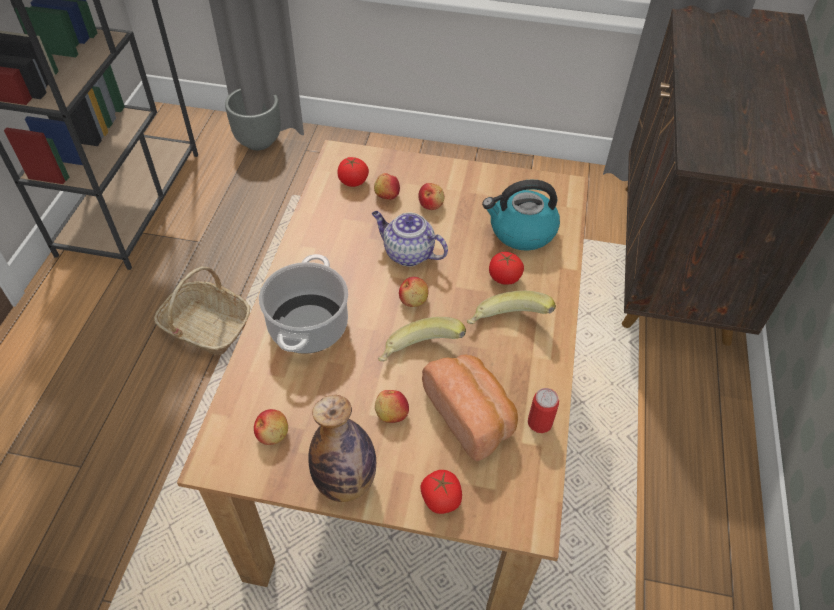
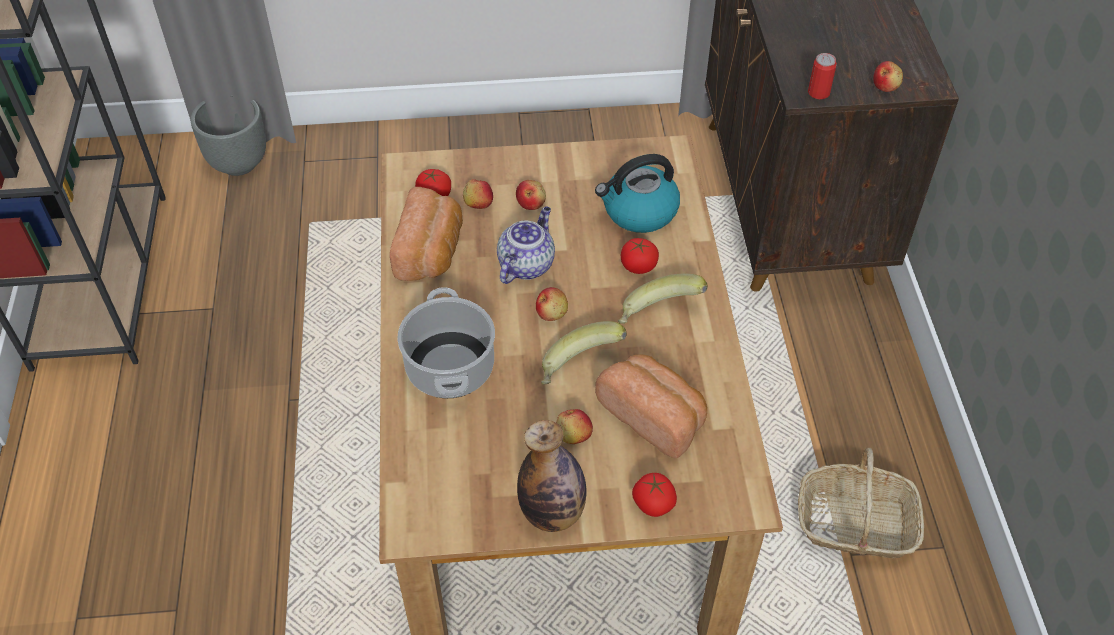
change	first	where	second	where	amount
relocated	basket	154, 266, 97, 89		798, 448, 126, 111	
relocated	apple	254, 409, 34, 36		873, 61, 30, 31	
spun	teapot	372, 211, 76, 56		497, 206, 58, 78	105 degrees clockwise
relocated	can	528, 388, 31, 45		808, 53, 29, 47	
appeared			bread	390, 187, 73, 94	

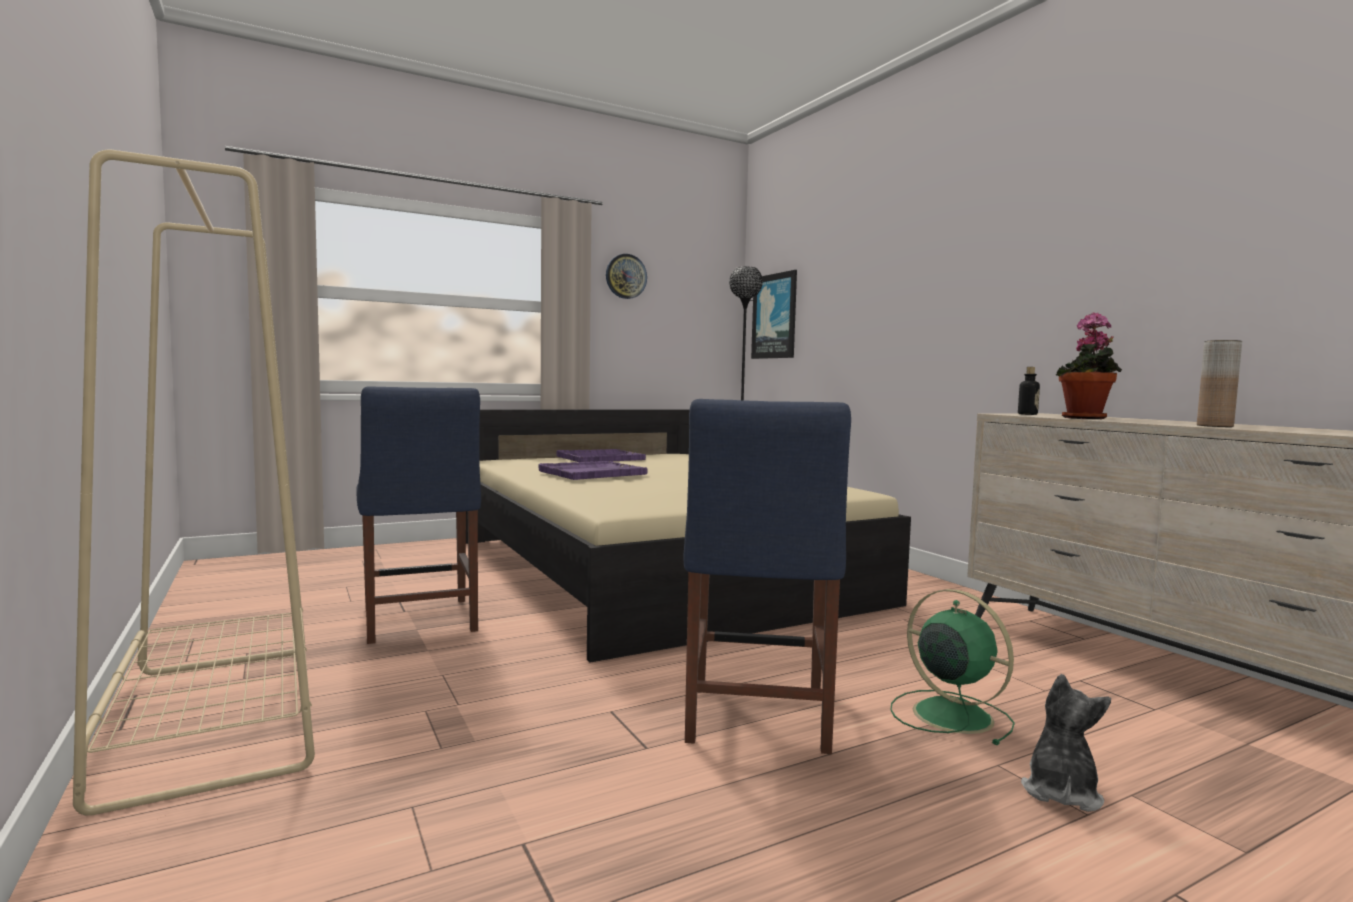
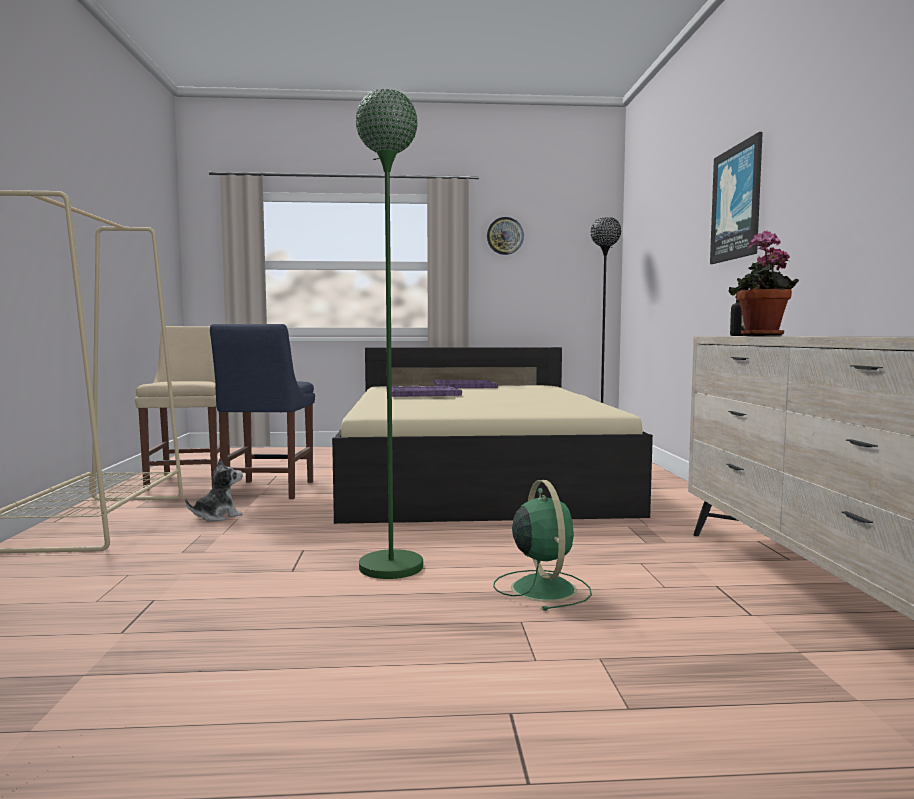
change	first	where	second	where	amount
exchanged	blue chair	683, 399, 168, 355	green floor lamp	356, 89, 67, 490	
relocated	picture	751, 270, 46, 89		710, 132, 53, 132	
relocated	plush toy	1021, 674, 90, 138		185, 458, 58, 64	
missing	brown vase	1197, 340, 45, 87			
appeared			beige chair	135, 326, 95, 165	

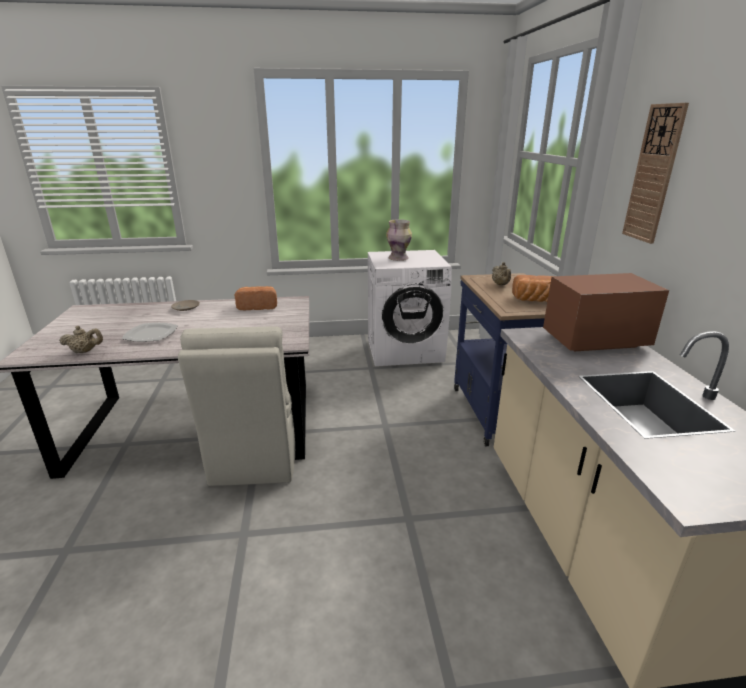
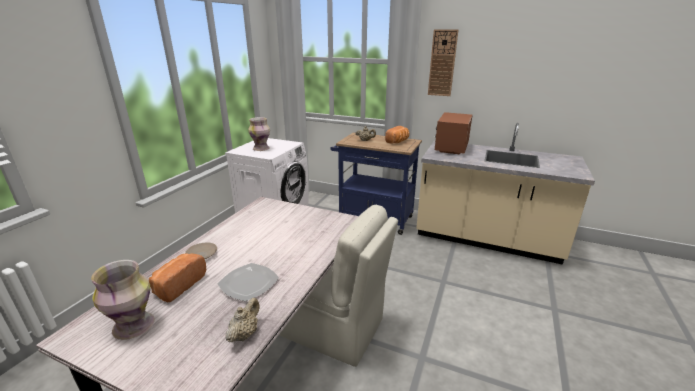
change	first	where	second	where	amount
relocated	bread	235, 286, 42, 24		149, 253, 57, 49	
appeared			vase	91, 260, 64, 80	

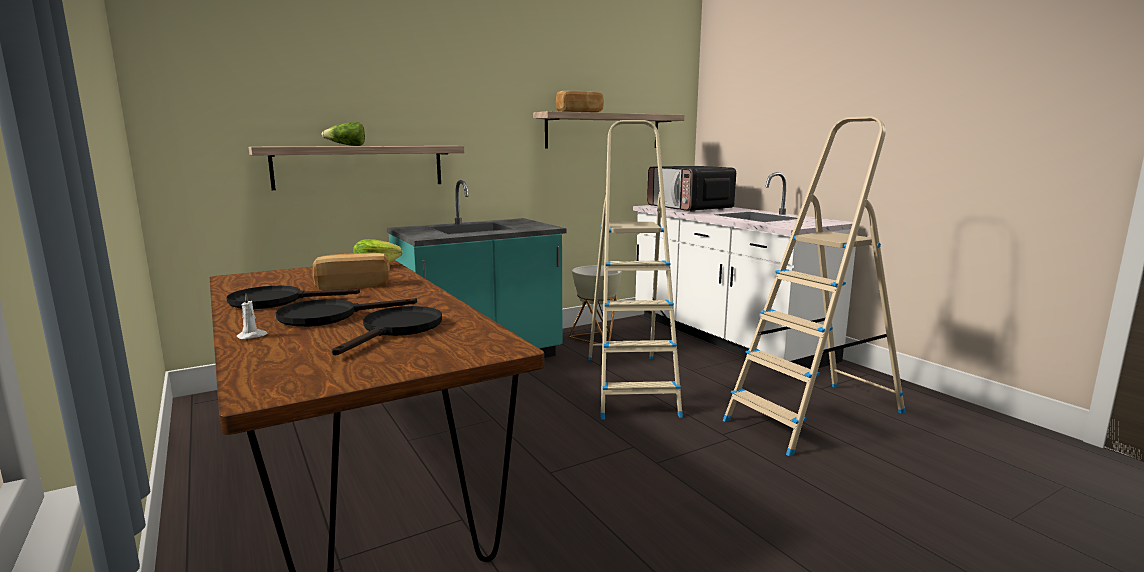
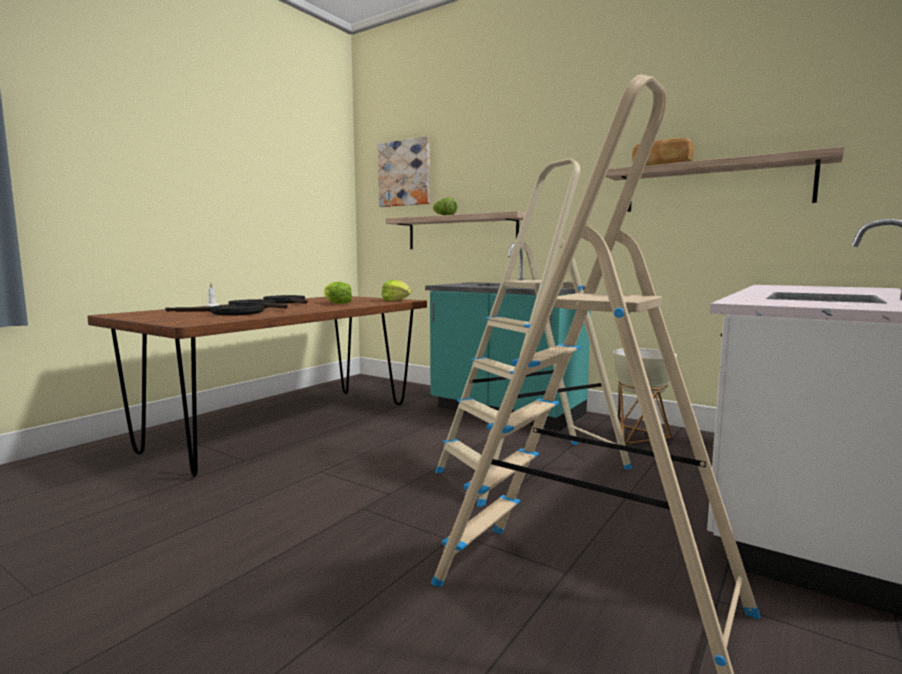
change	first	where	second	where	amount
exchanged	bread	313, 253, 77, 37	lettuce	324, 282, 28, 22	
missing	microwave	647, 166, 89, 46			
appeared			picture	378, 136, 52, 71	

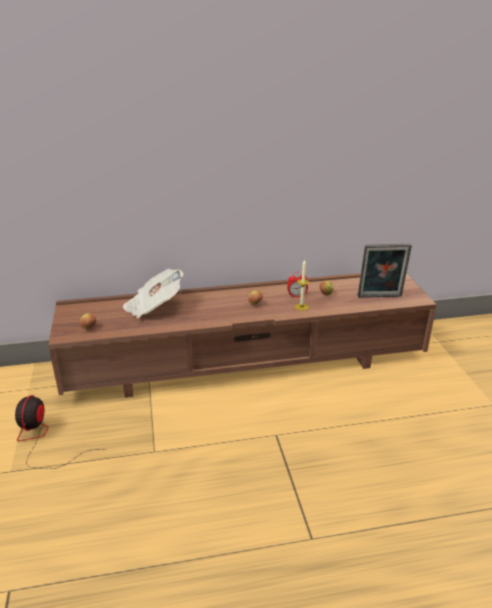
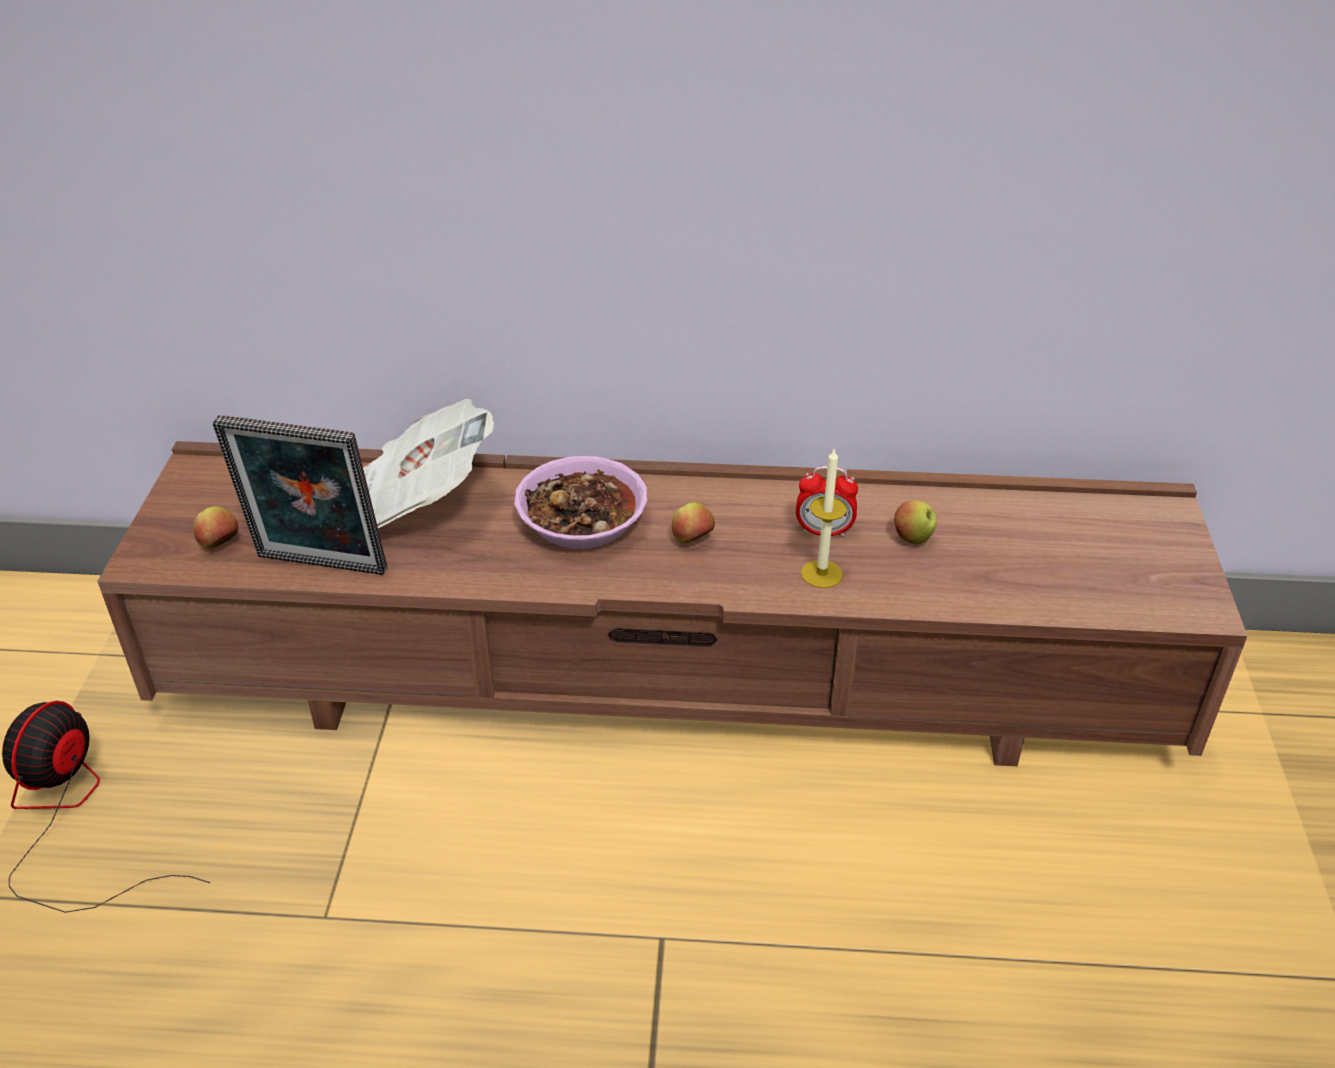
change	first	where	second	where	amount
relocated	picture frame	358, 244, 54, 54		212, 415, 175, 160	
appeared			bowl	514, 456, 133, 93	

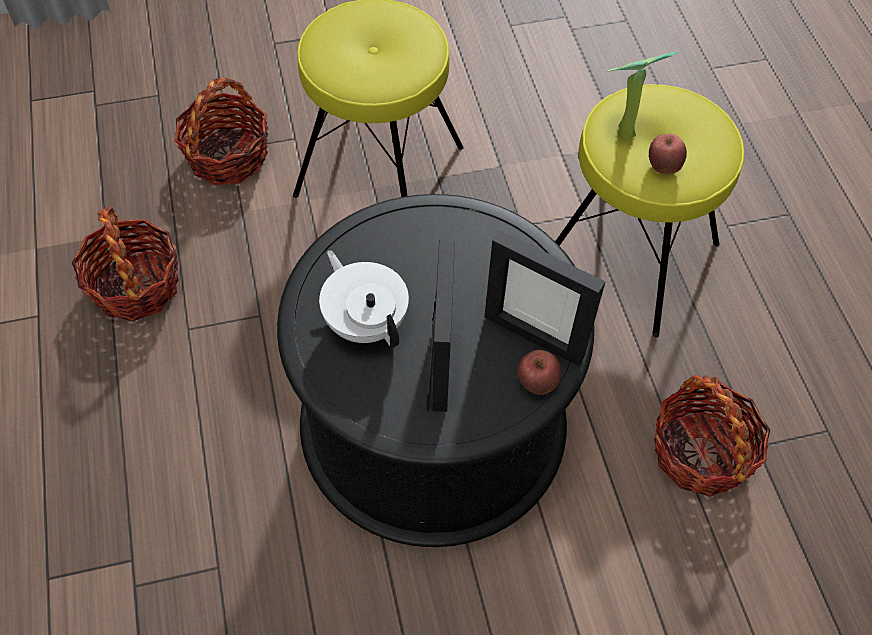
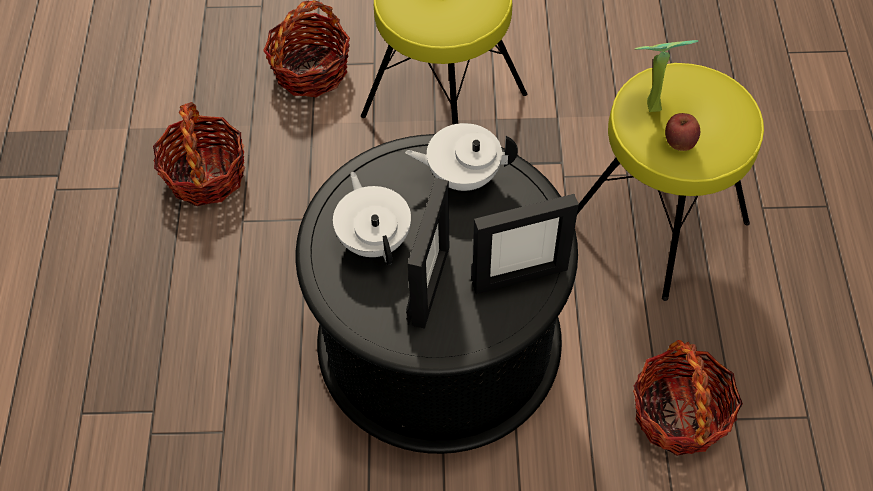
change	first	where	second	where	amount
spun	picture frame	485, 230, 120, 136		471, 194, 108, 100	60 degrees counterclockwise
missing	apple	518, 350, 44, 45			
appeared			white teapot	405, 123, 113, 68	

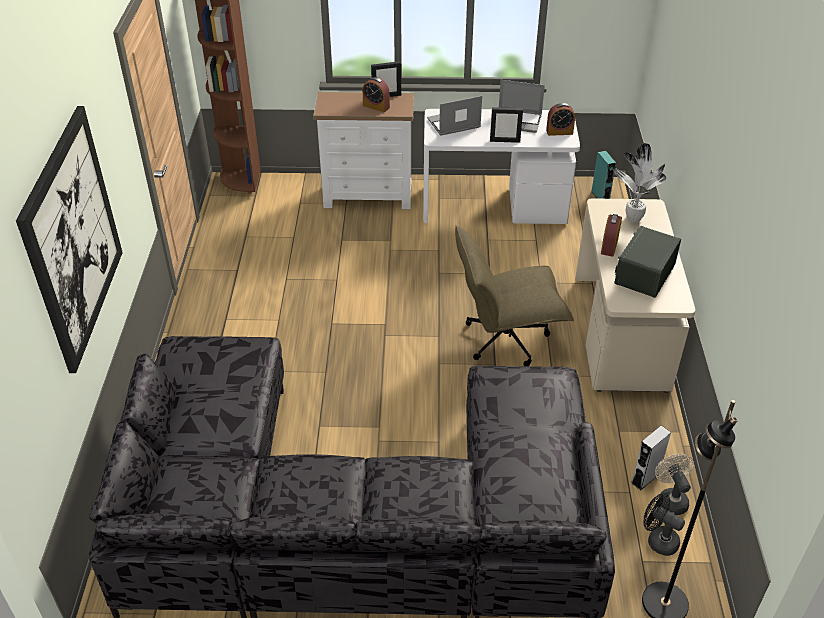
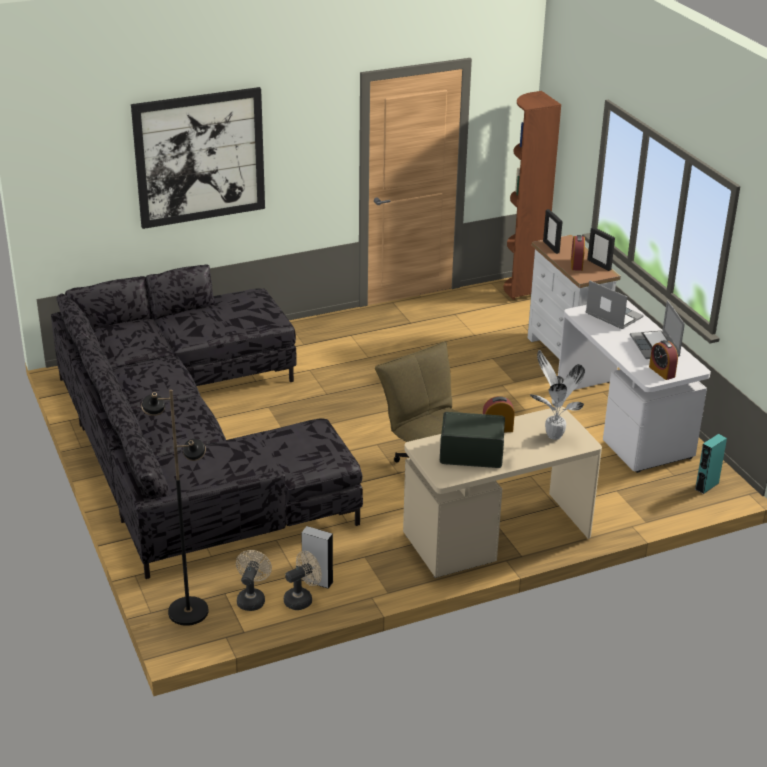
change	first	where	second	where	amount
relocated	picture frame	490, 107, 33, 36		543, 209, 20, 45	
colour	black fan	643, 493, 42, 63	beige fan	236, 550, 36, 61	

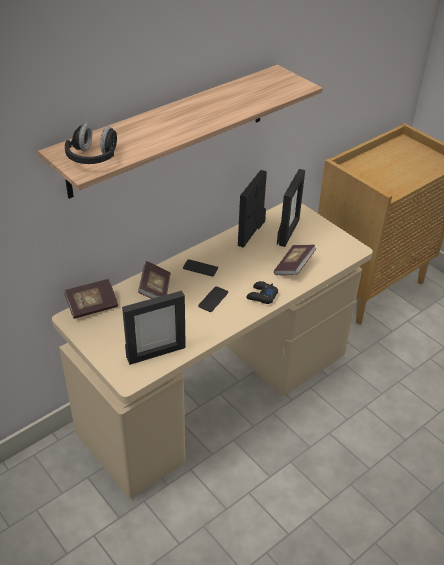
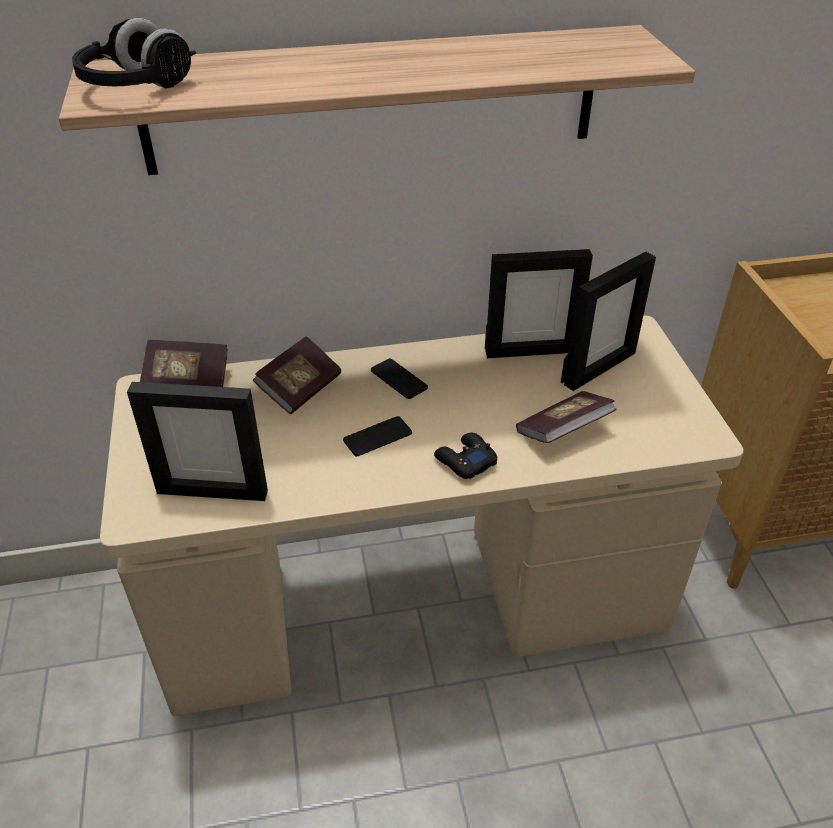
change	first	where	second	where	amount
spun	picture frame	238, 170, 29, 78		485, 249, 108, 109	150 degrees counterclockwise

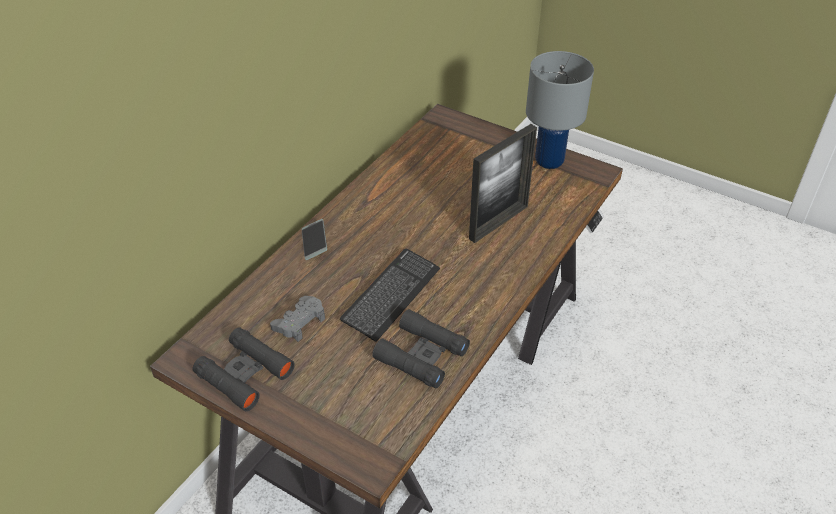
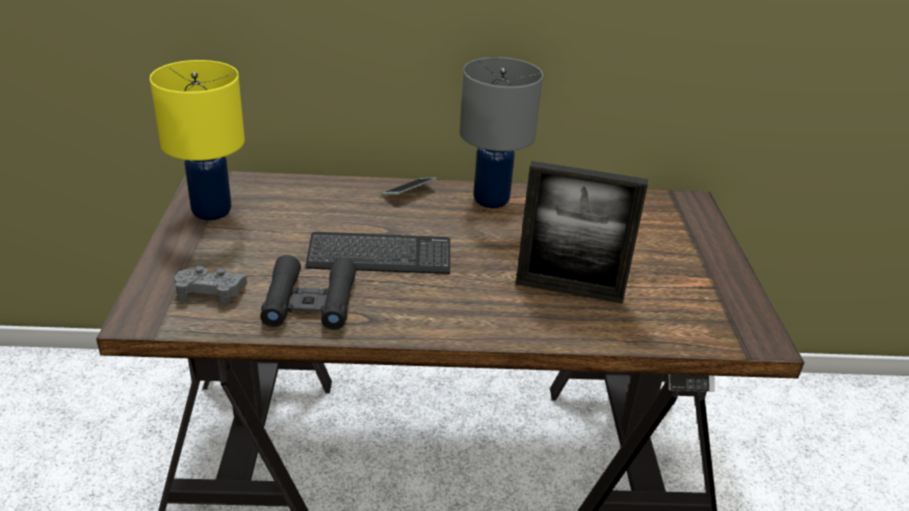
change	first	where	second	where	amount
exchanged	black binoculars	192, 327, 103, 84	yellow table lamp	150, 60, 95, 160	
relocated	grey game controller	270, 296, 55, 46		175, 266, 72, 40	
relocated	grey table lamp	526, 51, 68, 118		459, 57, 84, 151	

